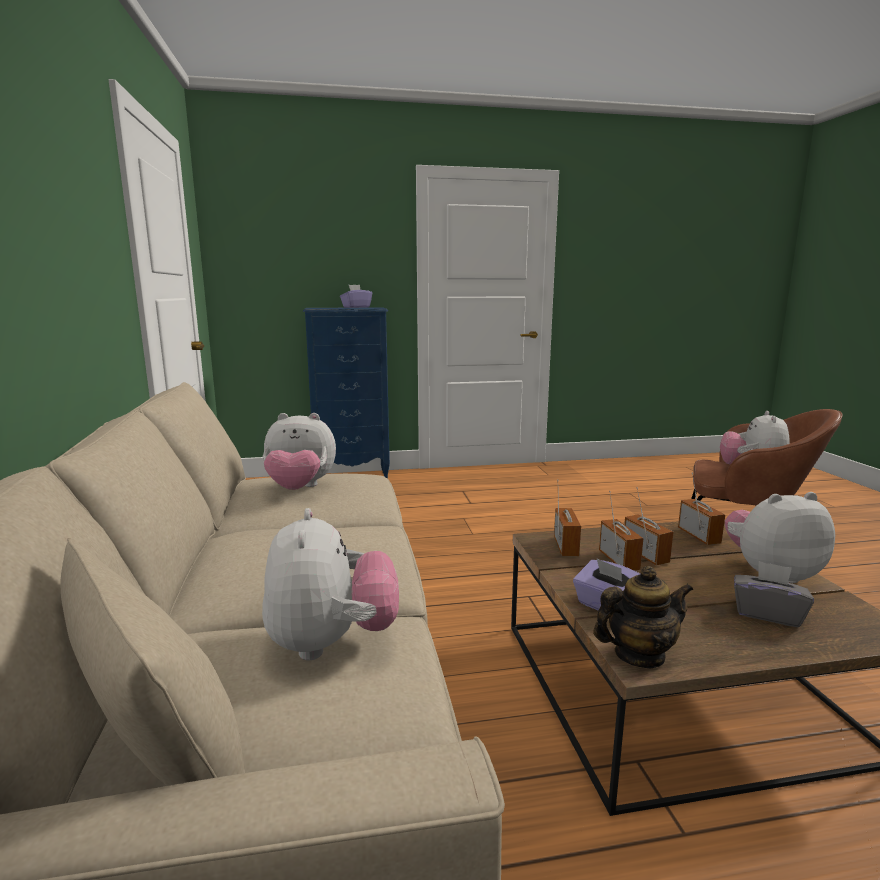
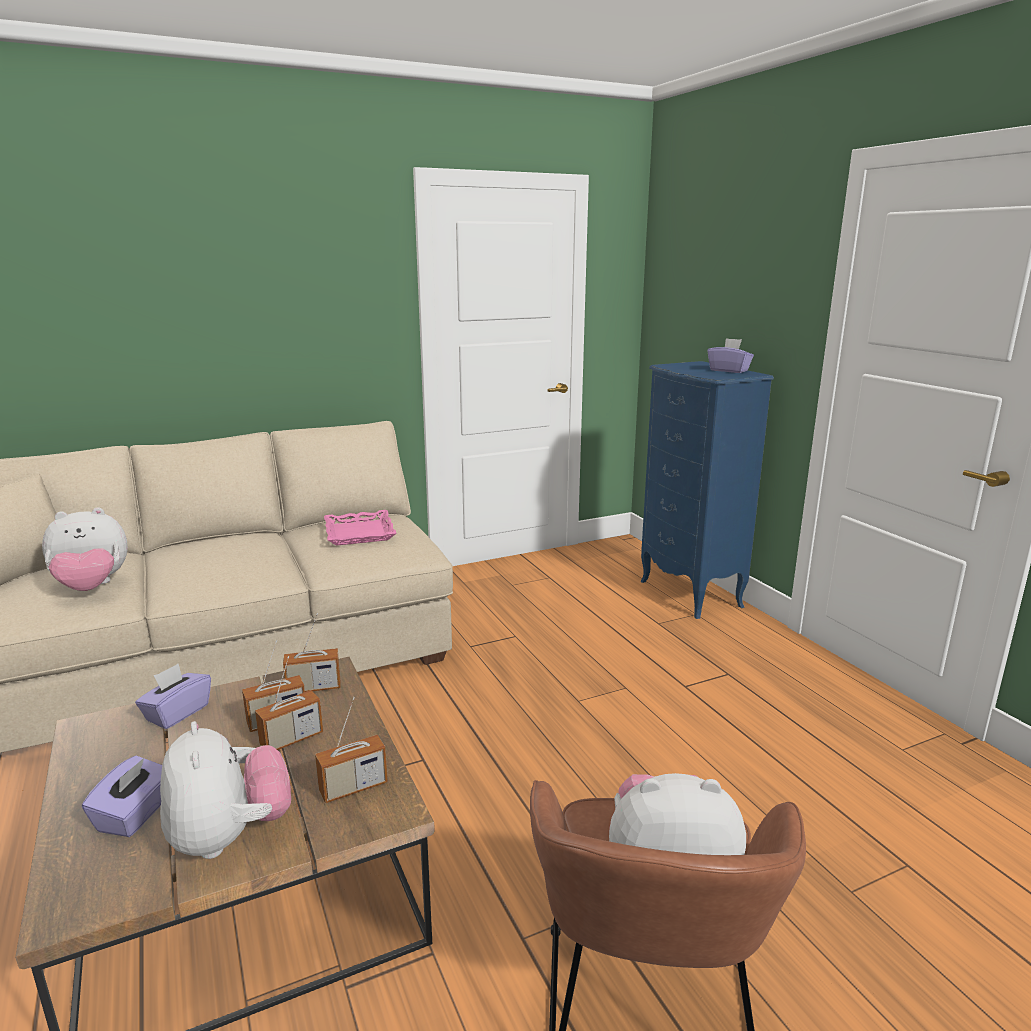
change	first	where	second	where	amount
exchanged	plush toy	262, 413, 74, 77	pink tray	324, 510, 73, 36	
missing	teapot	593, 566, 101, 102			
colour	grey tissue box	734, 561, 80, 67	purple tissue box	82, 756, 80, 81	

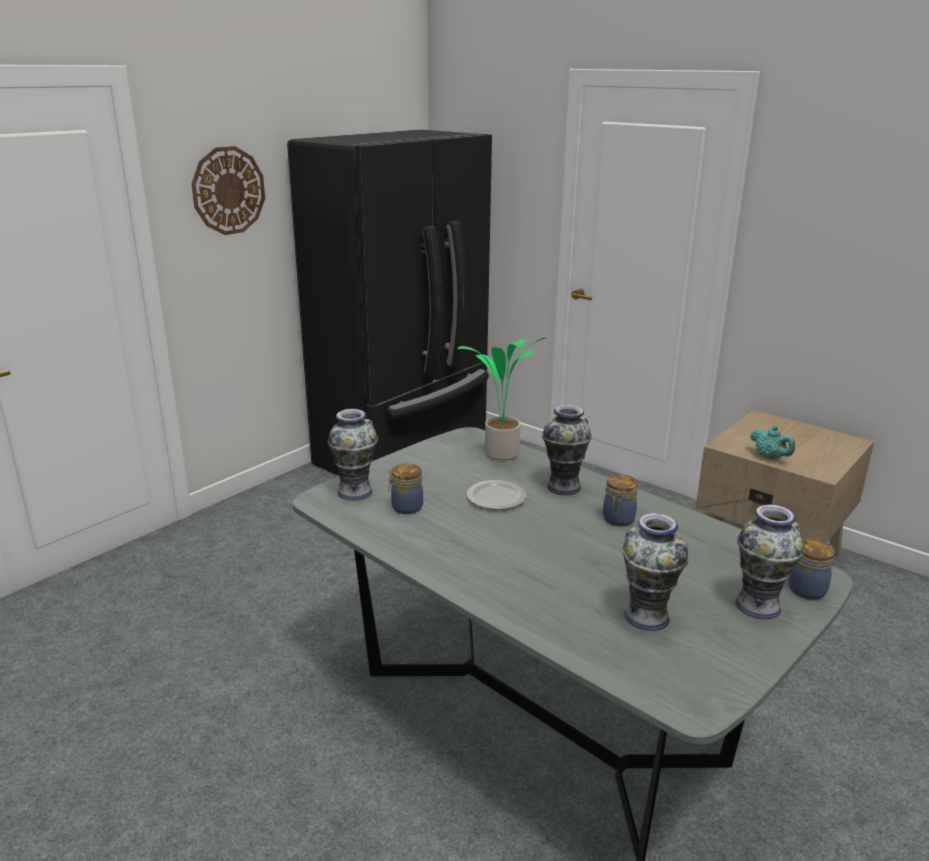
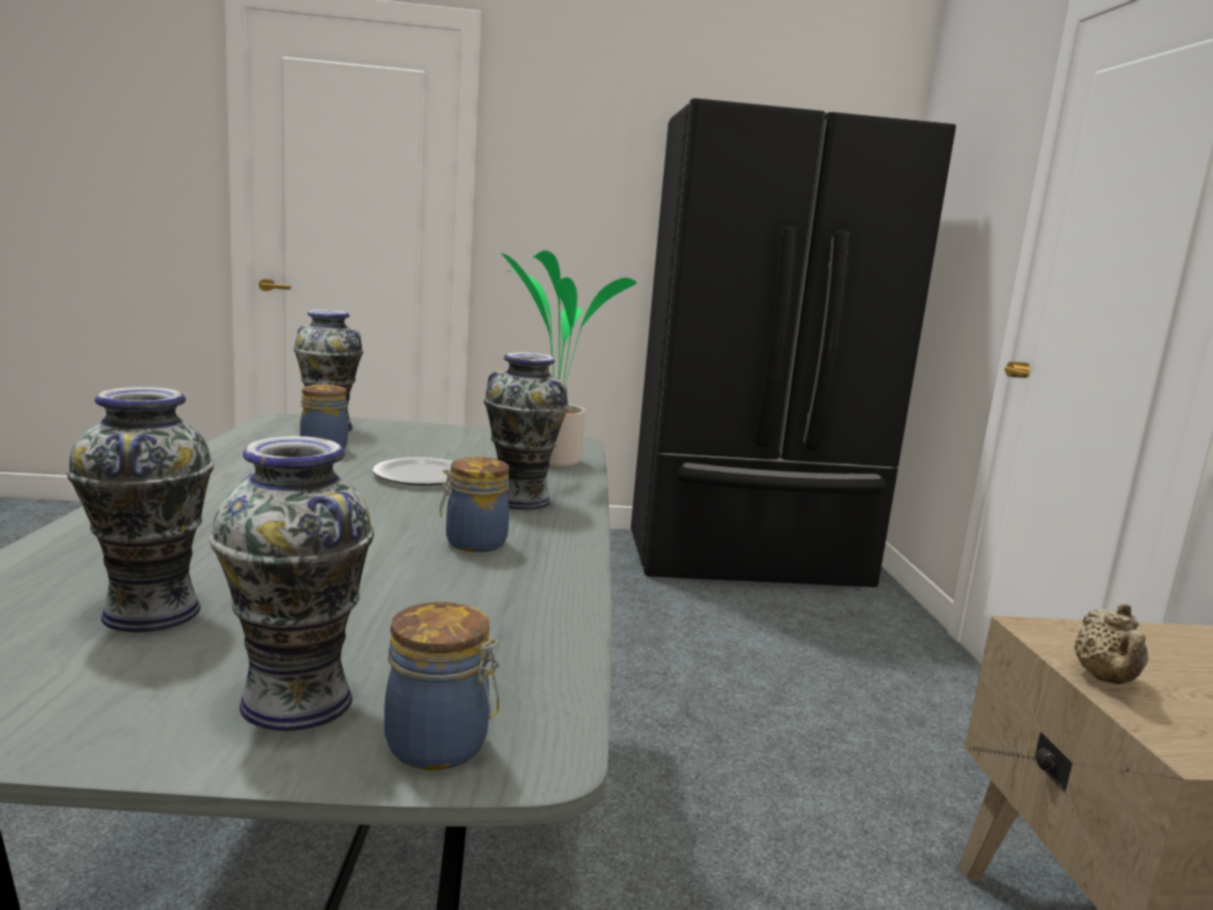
change	first	where	second	where	amount
missing	wall clock	191, 146, 74, 89			
colour	turquoise teapot	750, 425, 45, 34	beige teapot	1075, 603, 73, 81	

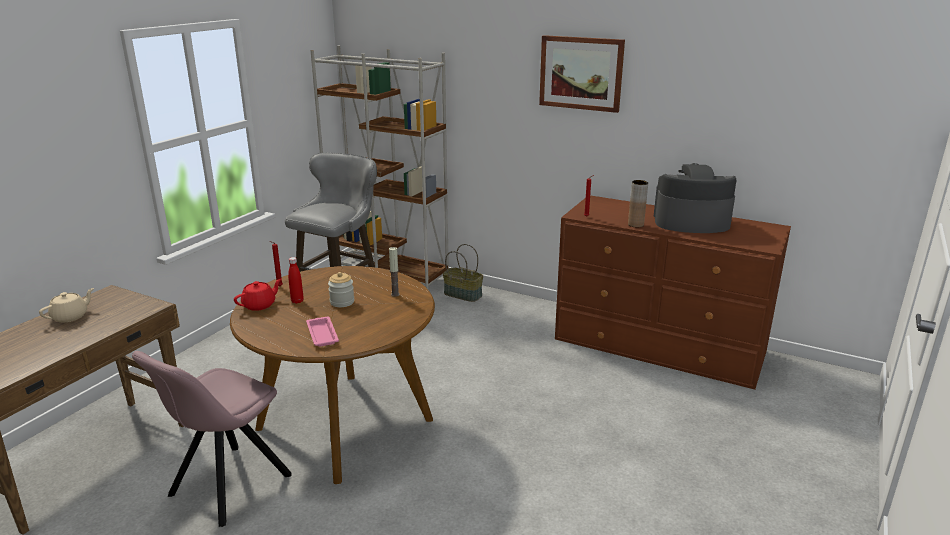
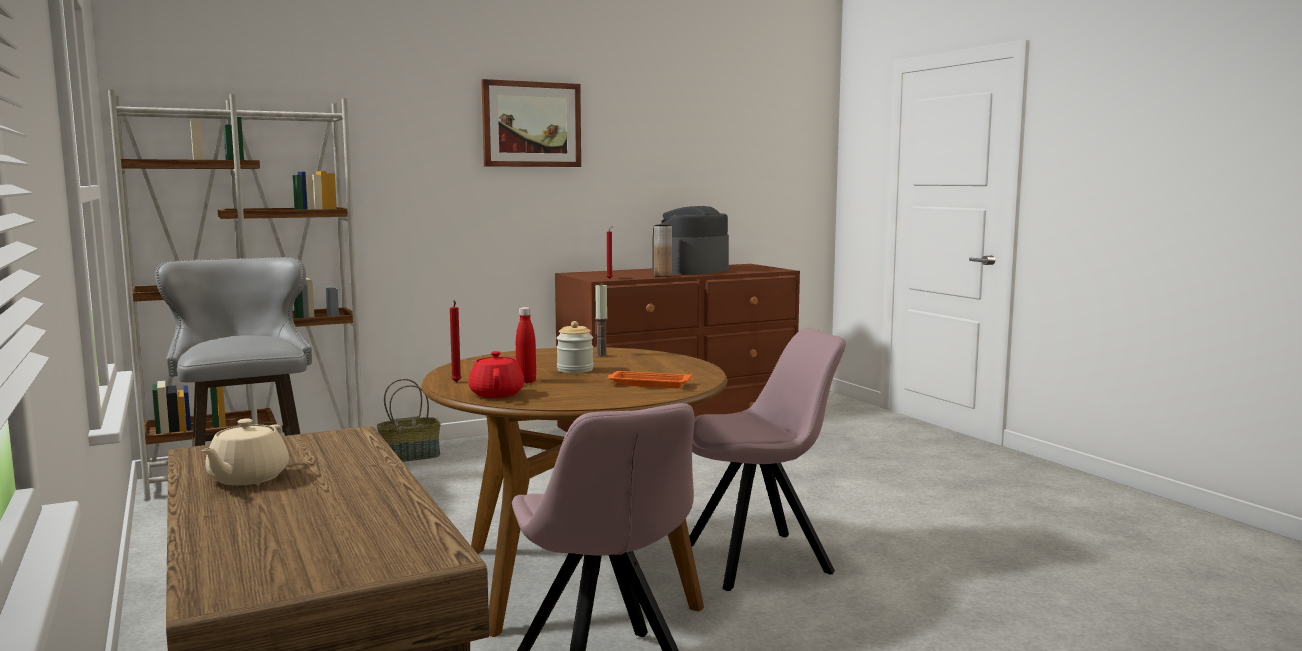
change	first	where	second	where	amount
spun	beige teapot	39, 288, 55, 34		201, 418, 88, 68	150 degrees counterclockwise
colour	pink tray	306, 316, 33, 31	orange tray	608, 371, 85, 17	
appeared			pink chair	689, 327, 157, 264	

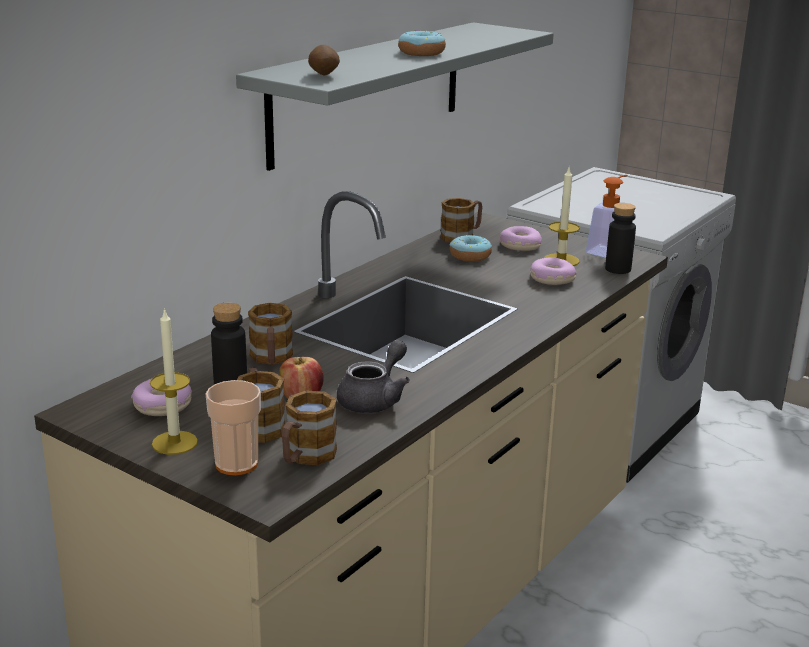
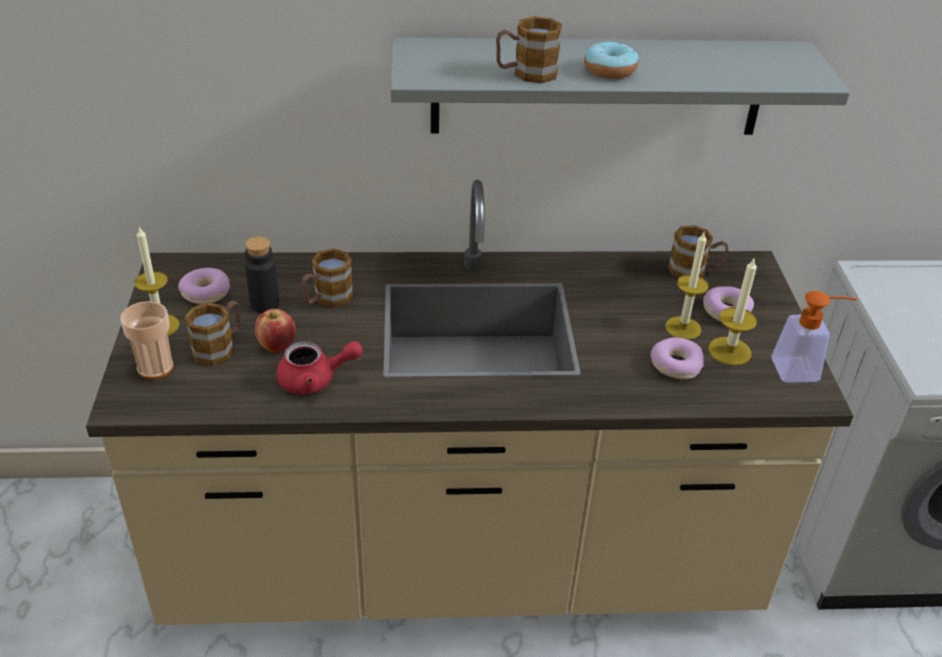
change	first	where	second	where	amount
relocated	mug	282, 391, 55, 74		496, 16, 66, 67	
missing	potato	308, 45, 32, 31			
colour	grey teapot	337, 340, 73, 73	red teapot	276, 341, 87, 53	
missing	donut	450, 235, 42, 27			
missing	black bottle	605, 203, 31, 71			
appeared			candle	665, 232, 44, 108	

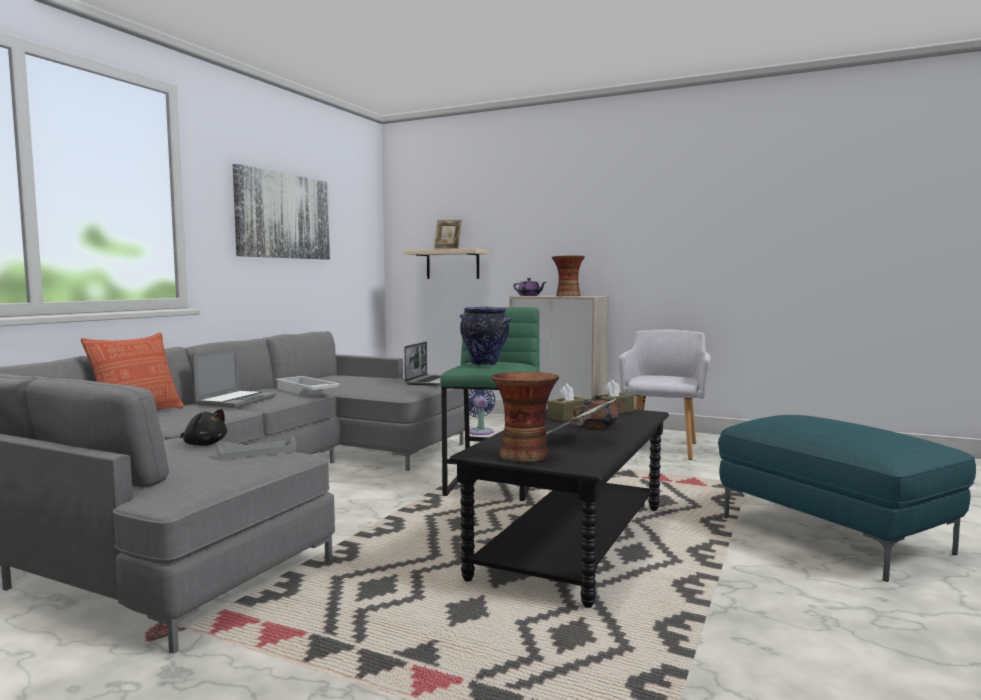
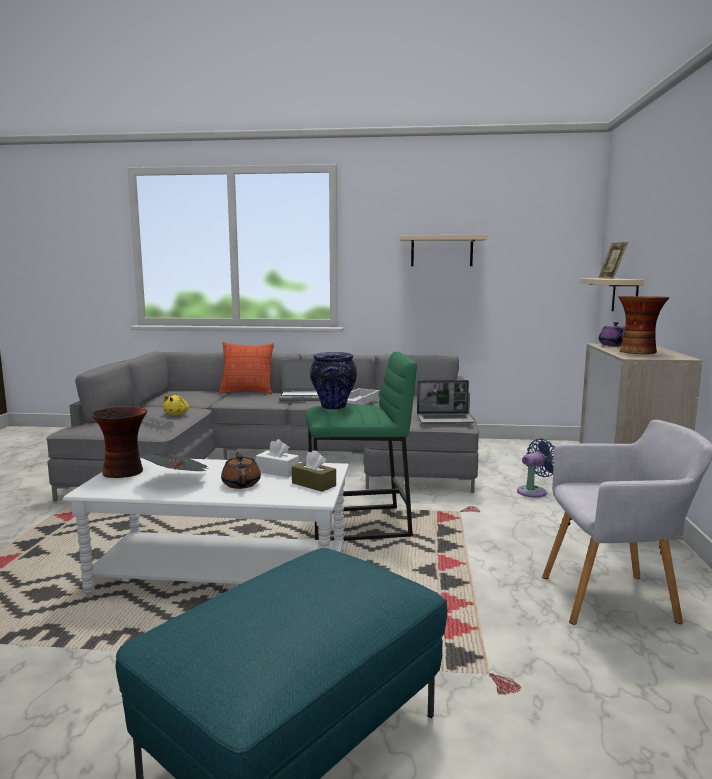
change	first	where	second	where	amount
colour	black plush toy	180, 409, 47, 37	yellow plush toy	163, 395, 26, 20	
exchanged	picture	233, 164, 97, 96	beige shelf	400, 235, 88, 31	
colour	black coffee table	449, 409, 220, 199	white coffee table	63, 458, 286, 138	
colour	brown tissue box	547, 383, 41, 38	white tissue box	256, 439, 43, 38	
spun	brown teapot	573, 395, 53, 33		221, 452, 40, 37	150 degrees counterclockwise

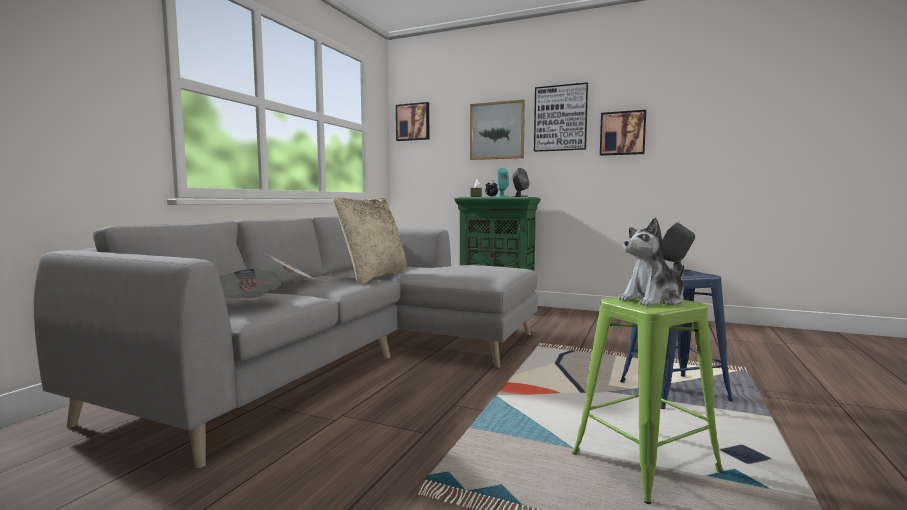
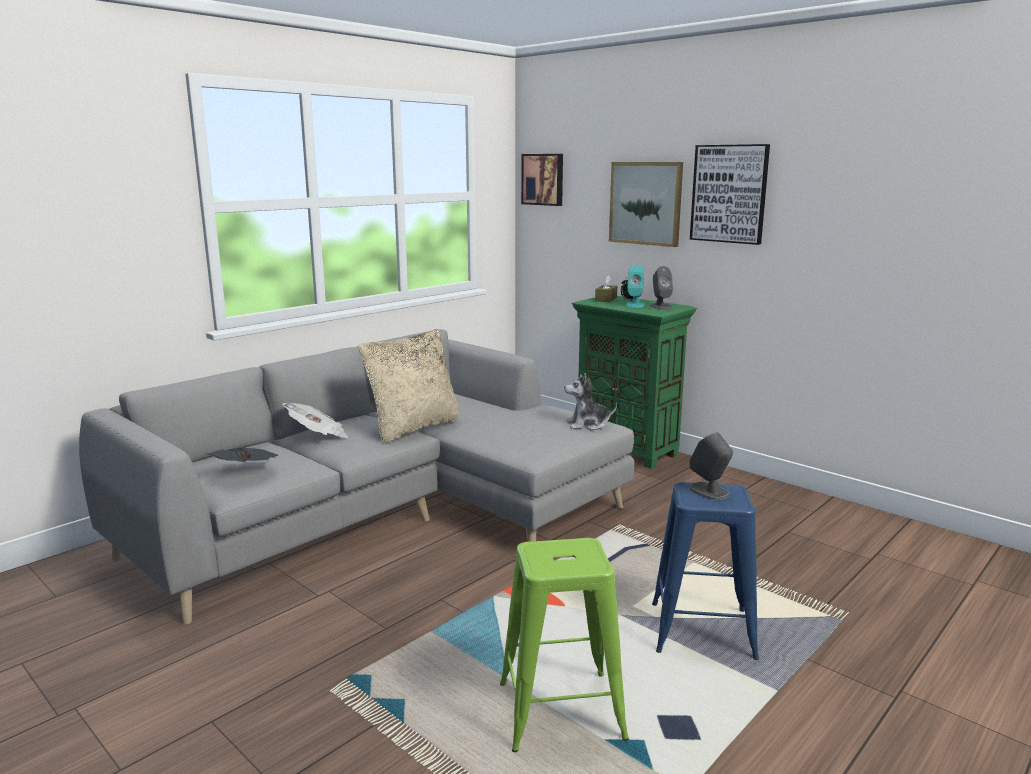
change	first	where	second	where	amount
missing	picture	600, 110, 46, 46			
relocated	plush toy	618, 217, 66, 89		564, 372, 53, 58	

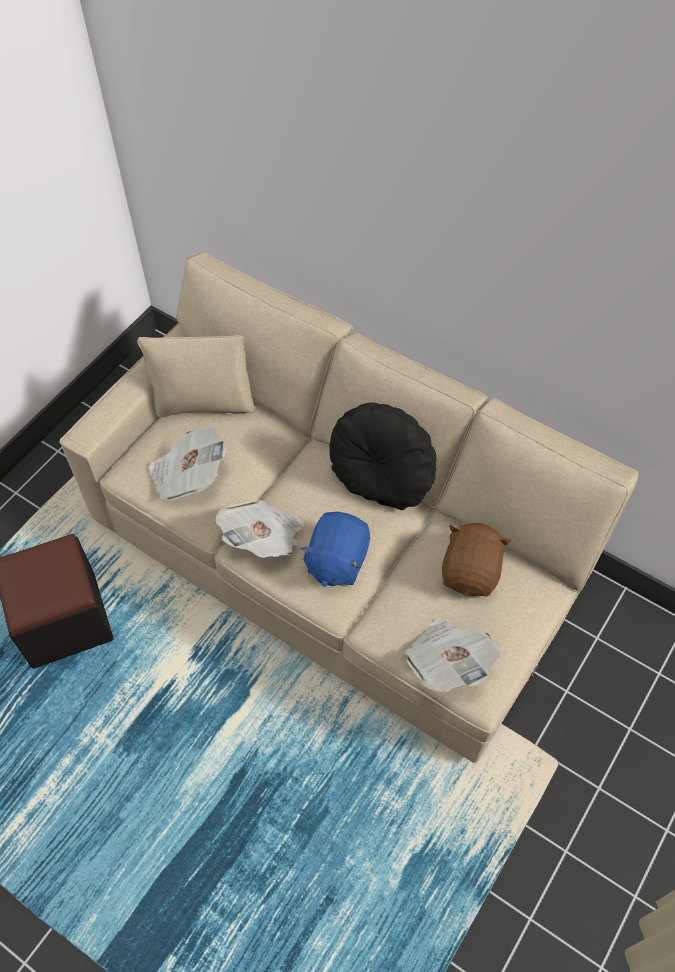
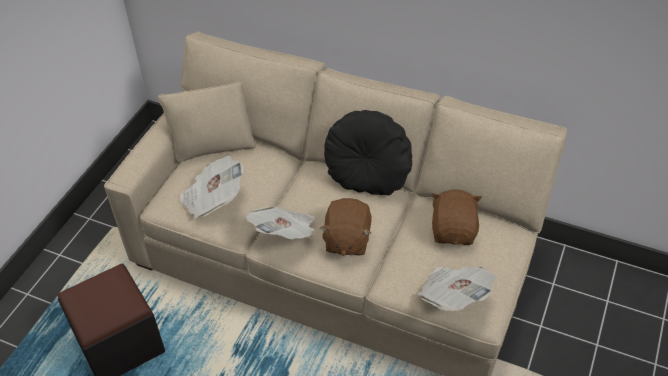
change	first	where	second	where	amount
colour	blue plush toy	300, 512, 70, 75	brown plush toy	319, 198, 53, 58	

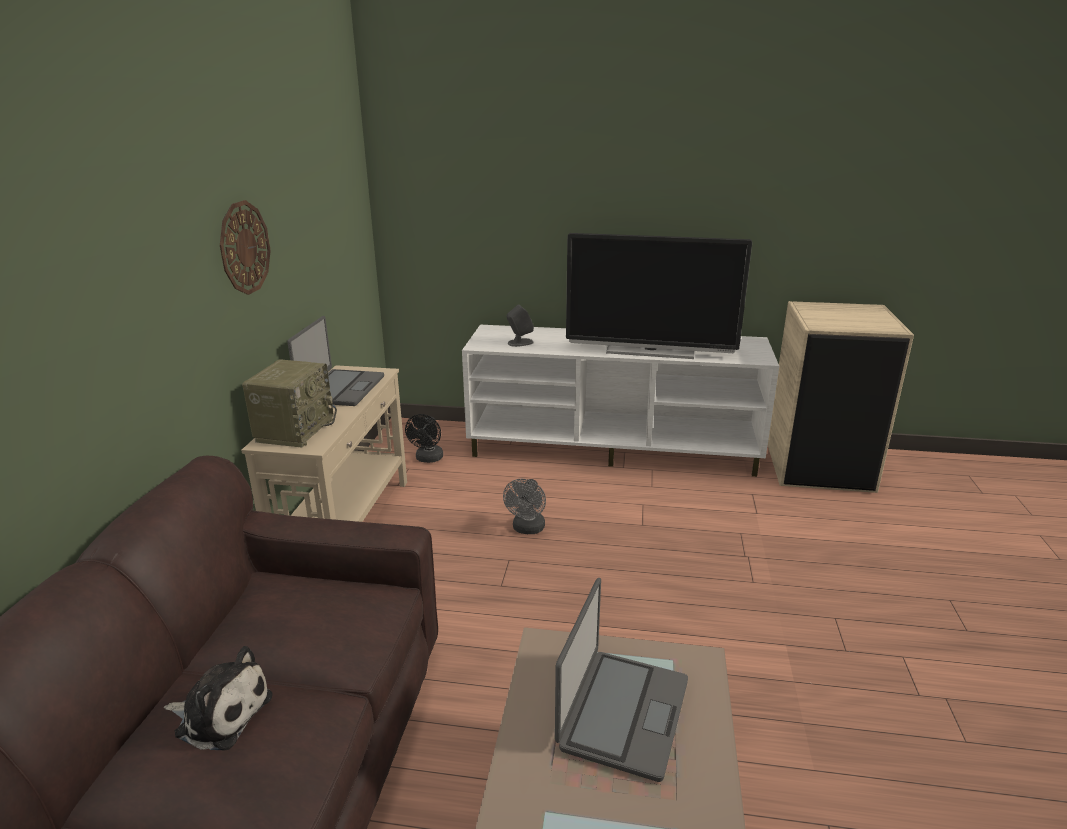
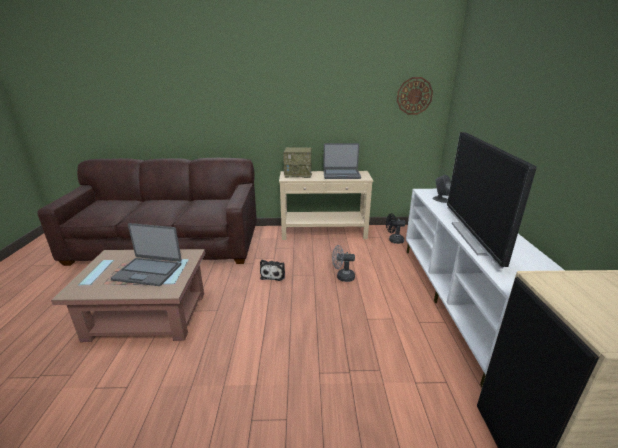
change	first	where	second	where	amount
relocated	plush toy	164, 646, 108, 104		260, 260, 25, 21	
relocated	wall clock	220, 200, 51, 95		397, 77, 36, 38	

